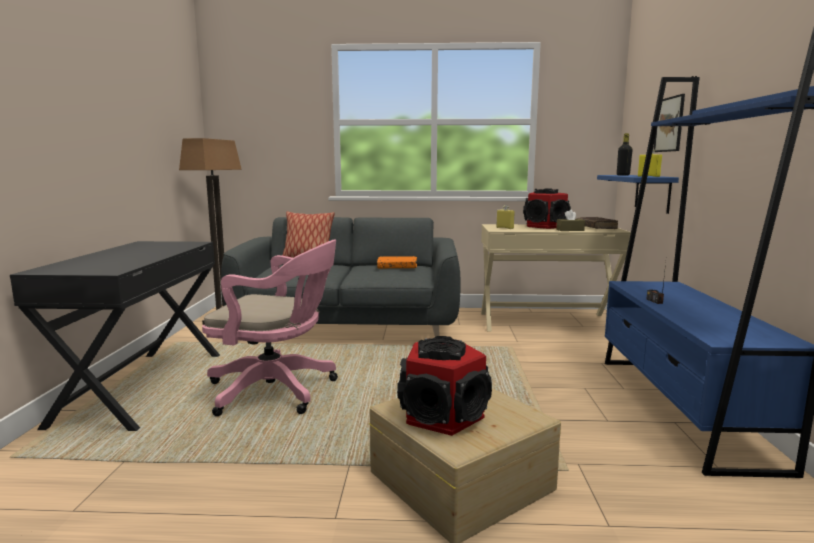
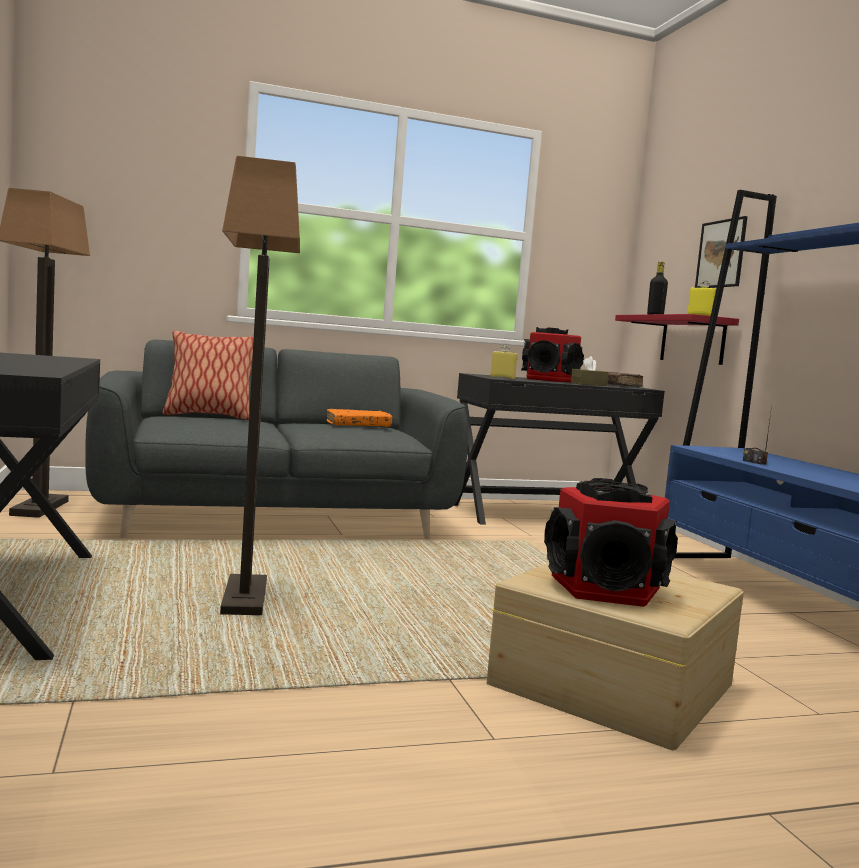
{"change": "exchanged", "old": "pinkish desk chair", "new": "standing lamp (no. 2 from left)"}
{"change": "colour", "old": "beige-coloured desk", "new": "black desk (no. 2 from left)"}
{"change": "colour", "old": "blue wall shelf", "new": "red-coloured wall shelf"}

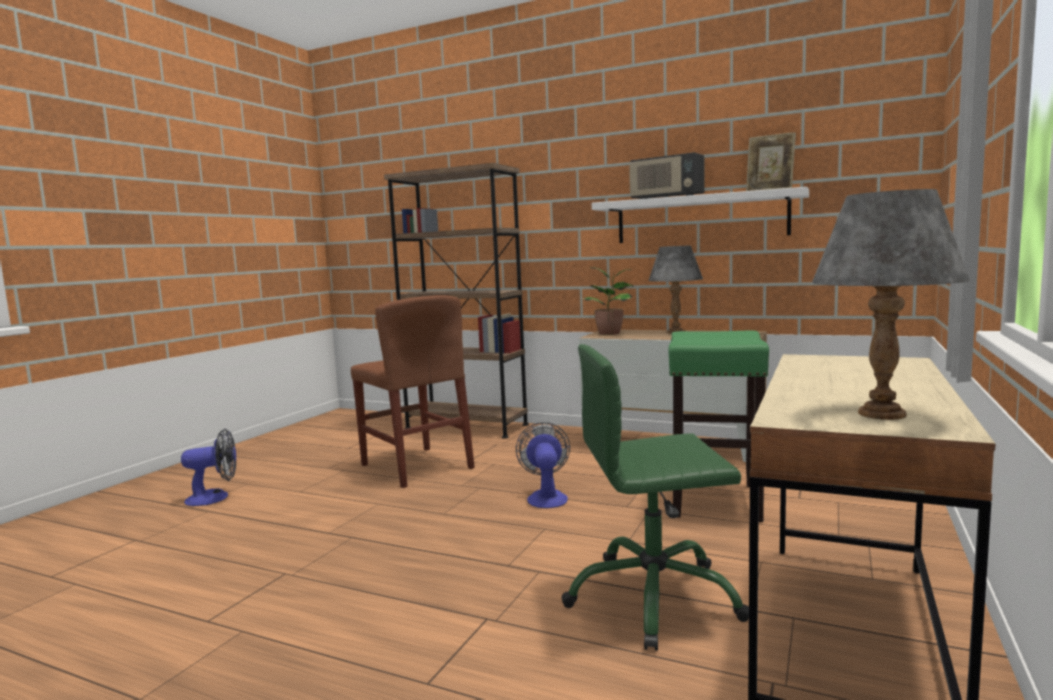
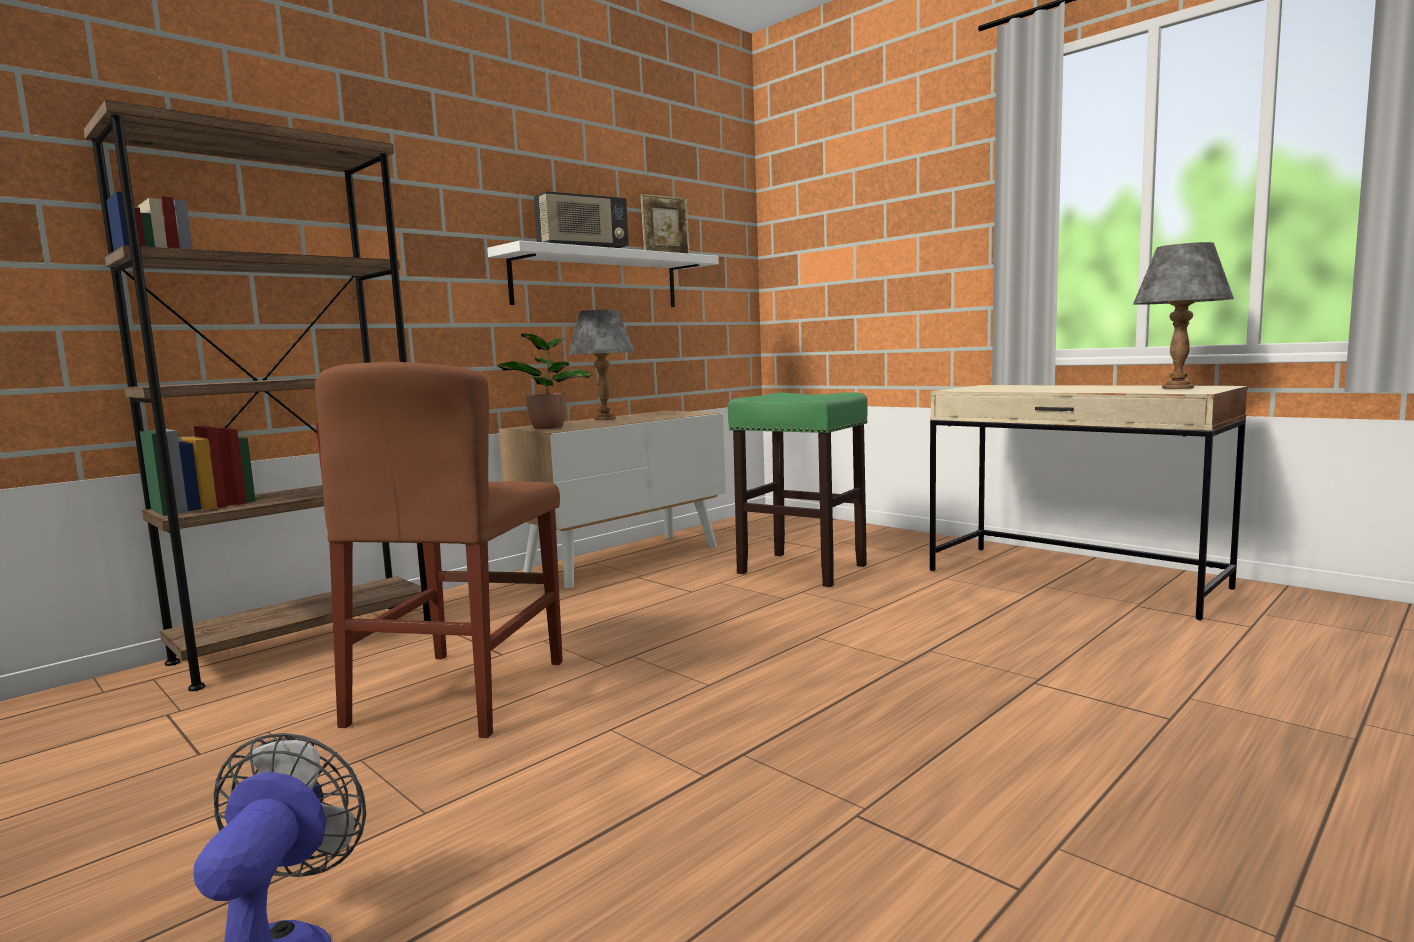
{"change": "spun", "old": "brown chair", "degrees": 120}
{"change": "missing", "old": "cooling fan (no. 2 from left)"}
{"change": "missing", "old": "green desk chair"}

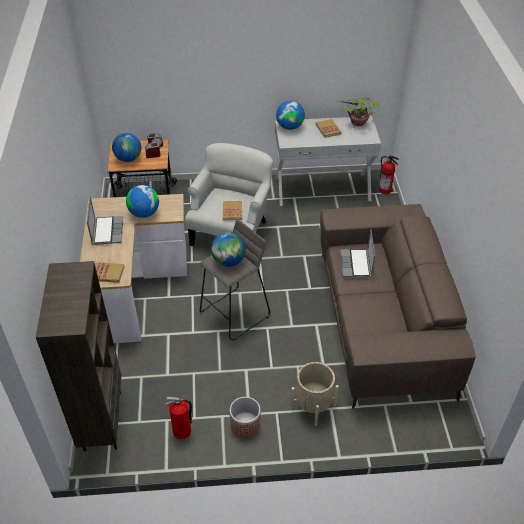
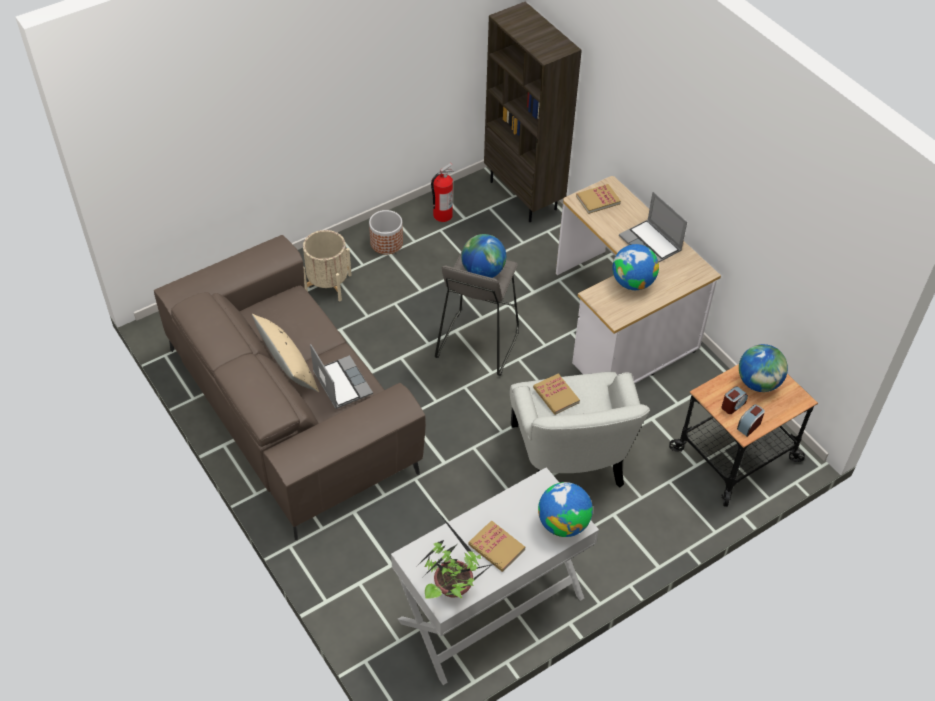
{"change": "missing", "old": "extinguisher (no. 2 from left)"}
{"change": "appeared", "new": "beige-coloured throw pillow"}

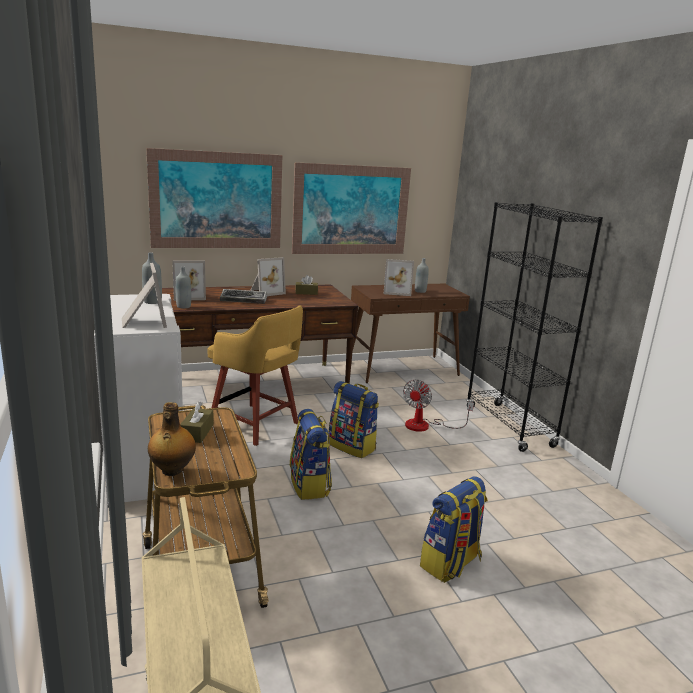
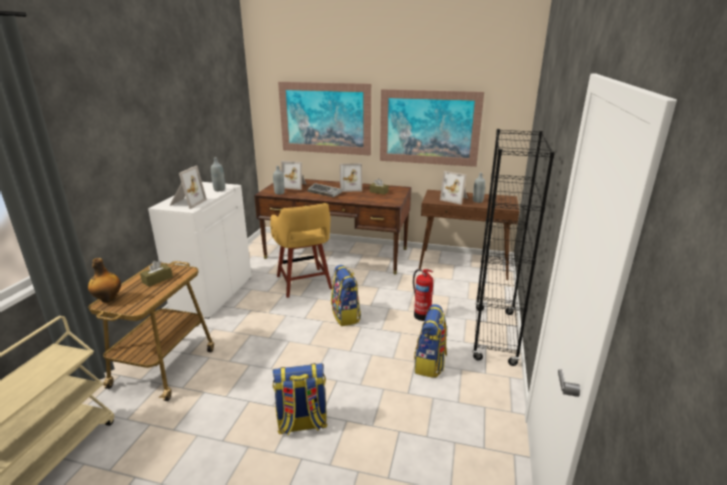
{"change": "relocated", "old": "rucksack (no. 1 from left in the first image)", "new": "rucksack (no. 3 from left)"}
{"change": "exchanged", "old": "cooling fan", "new": "extinguisher"}

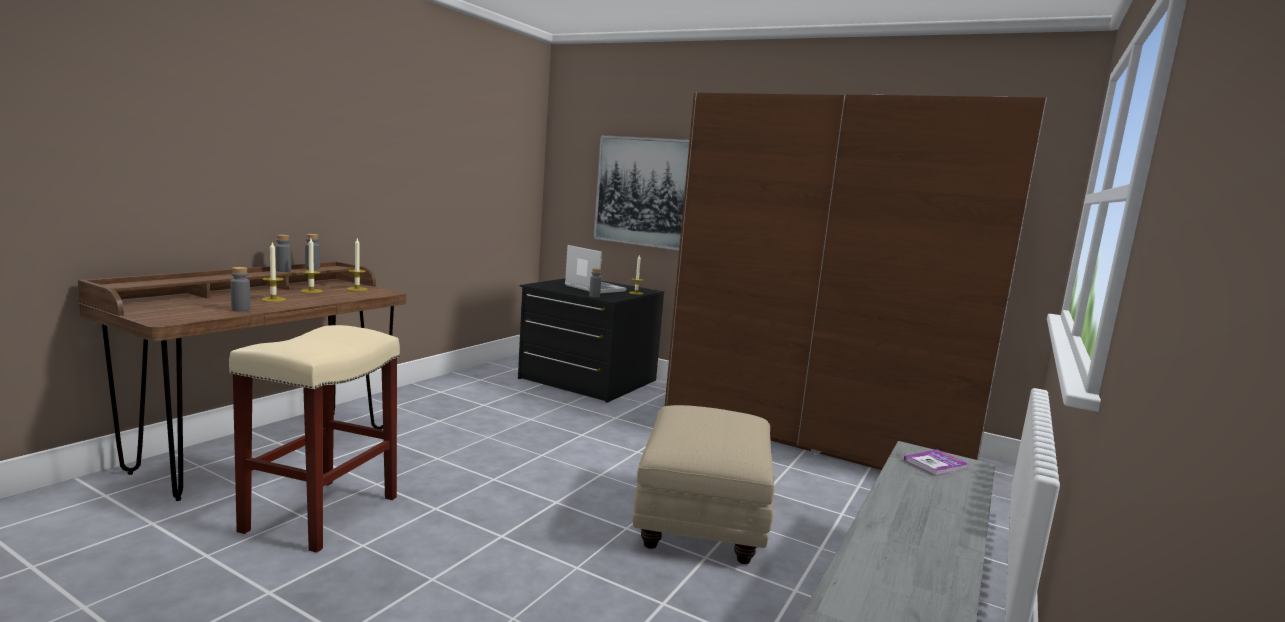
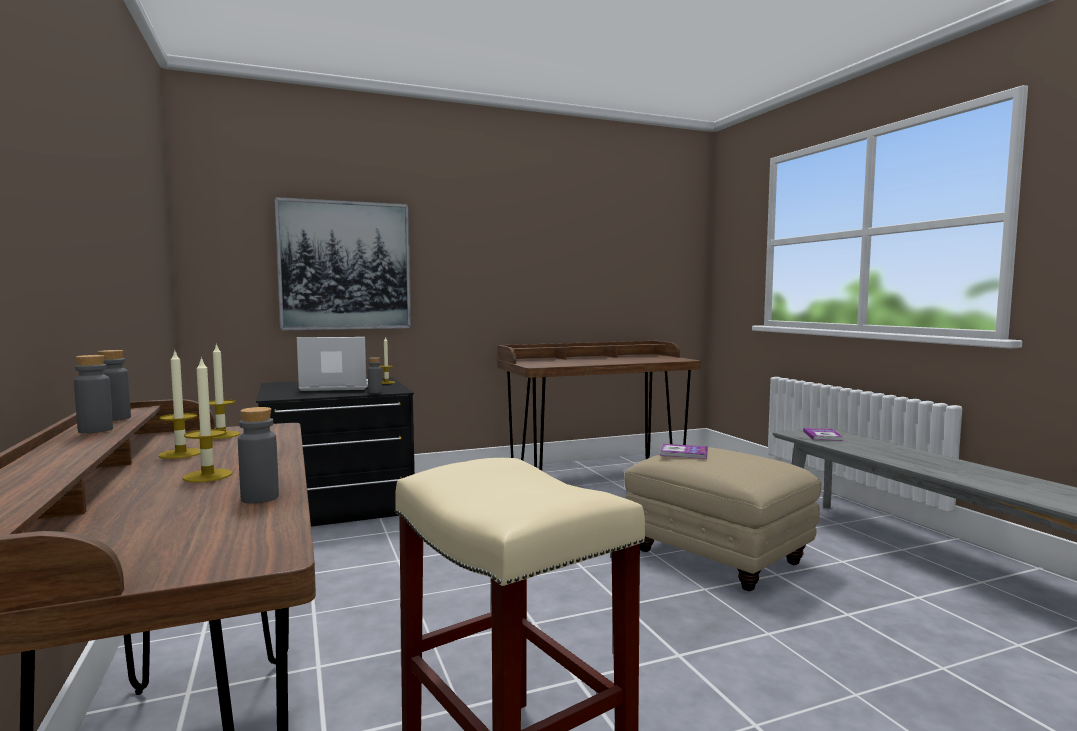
{"change": "exchanged", "old": "brown armoire", "new": "brown desk (no. 2 from left)"}
{"change": "appeared", "new": "book (no. 1 from left)"}

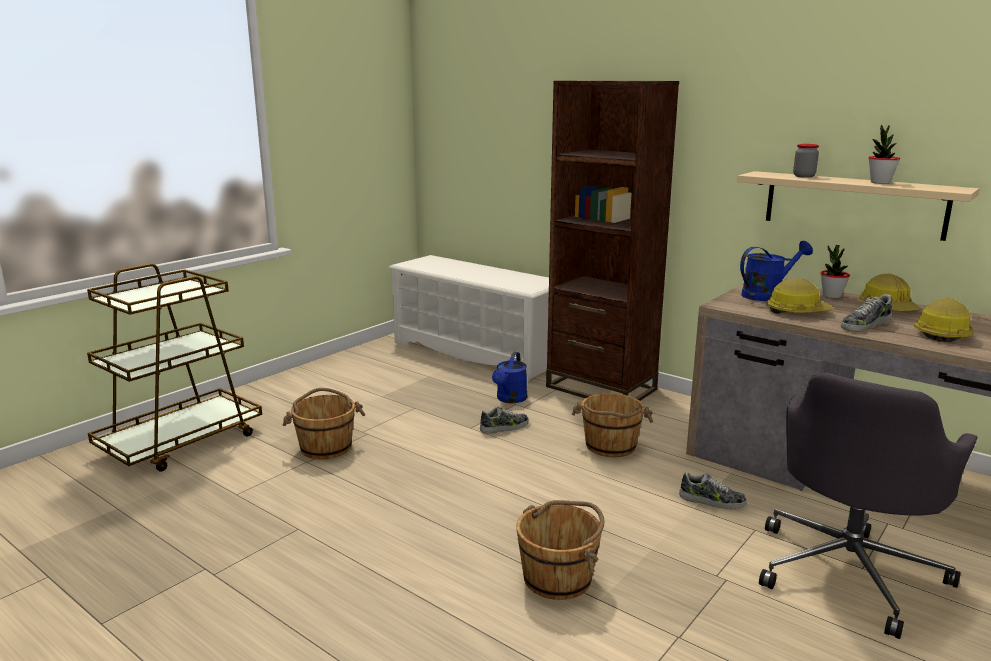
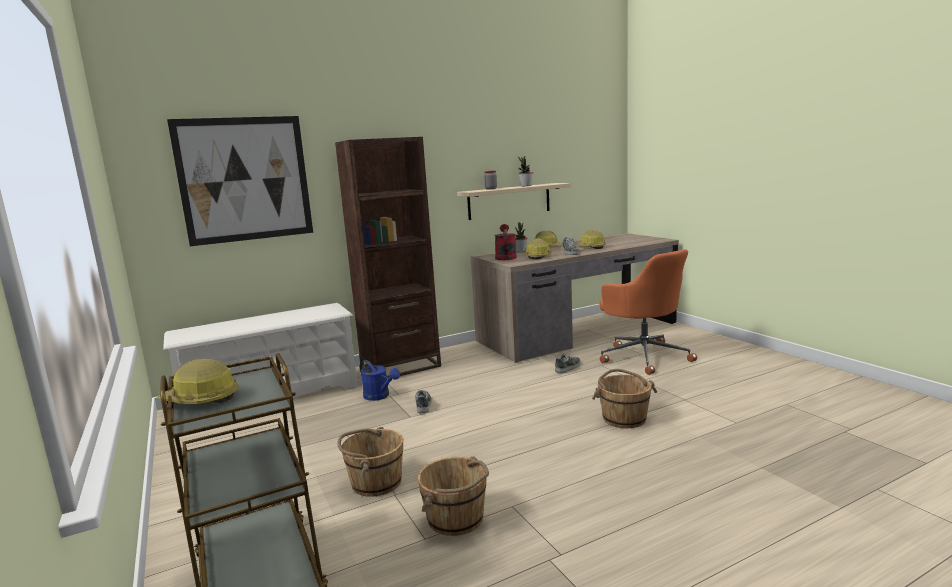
{"change": "relocated", "old": "brown pail (no. 3 from left in the first image)", "new": "brown pail (no. 2 from left)"}
{"change": "colour", "old": "blue watering pot (no. 2 from left)", "new": "red-coloured watering pot"}
{"change": "colour", "old": "greyish desk chair", "new": "orange desk chair"}
{"change": "appeared", "new": "safety helmet (no. 1 from left)"}
{"change": "appeared", "new": "picture"}

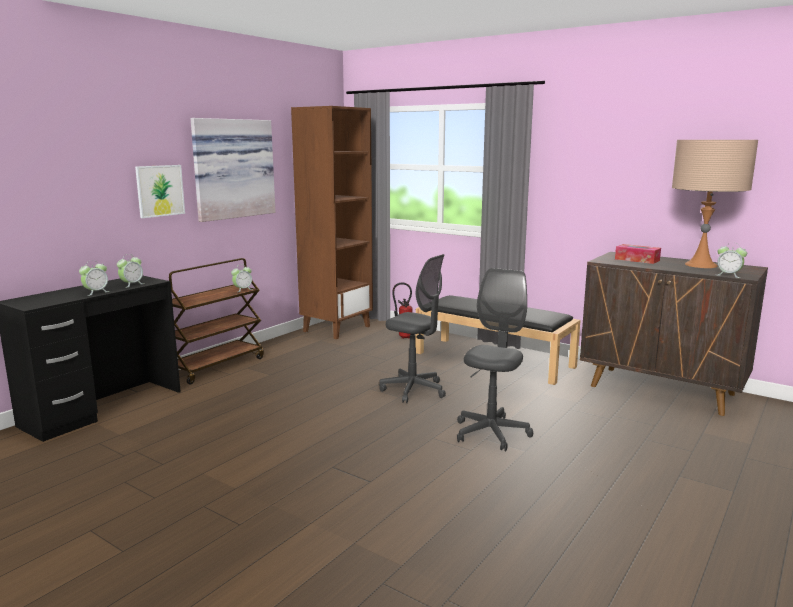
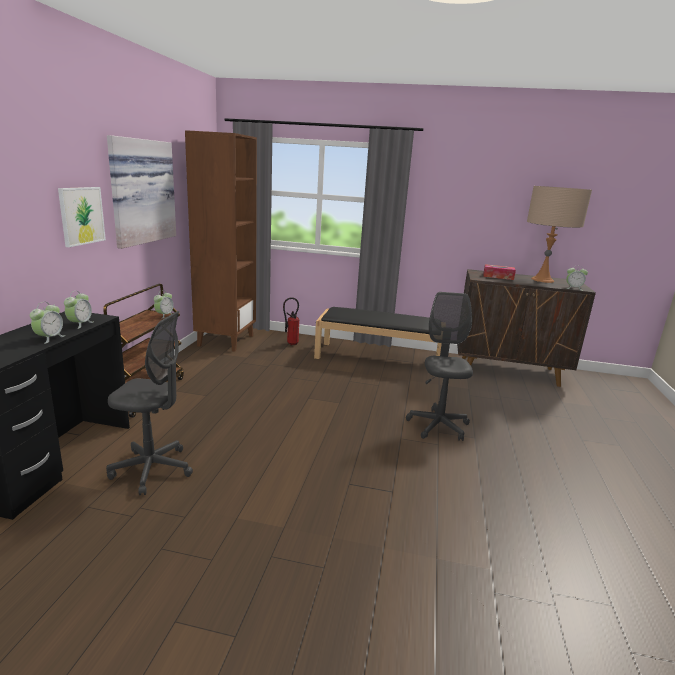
{"change": "relocated", "old": "greyish desk chair (no. 1 from left)"}

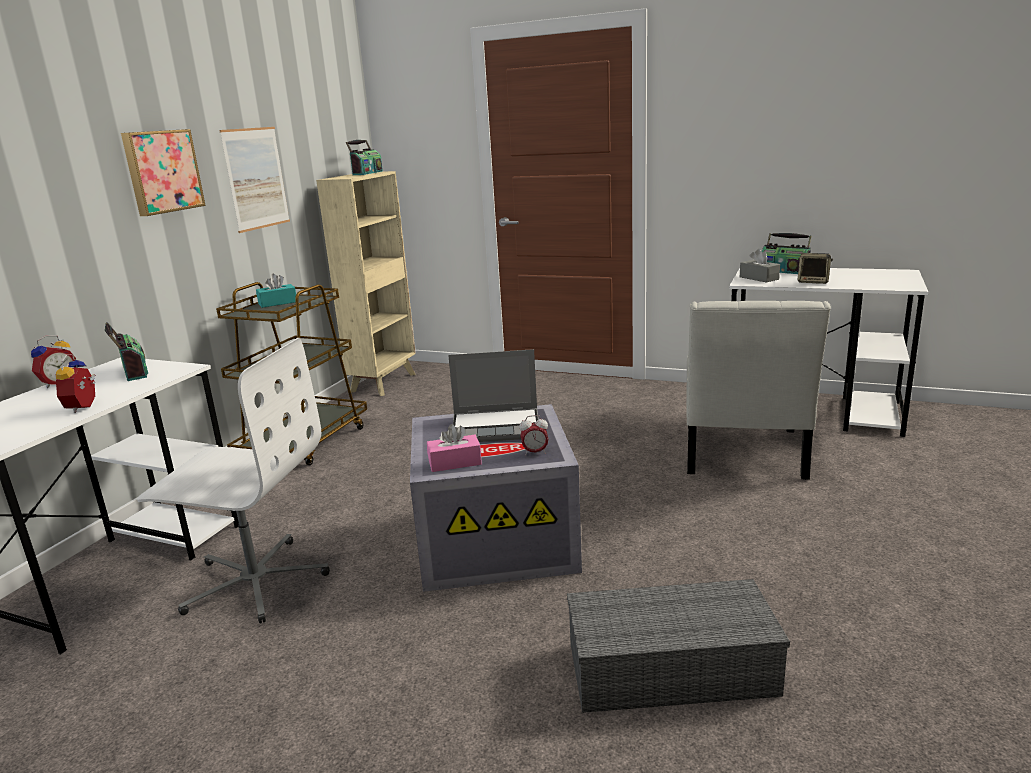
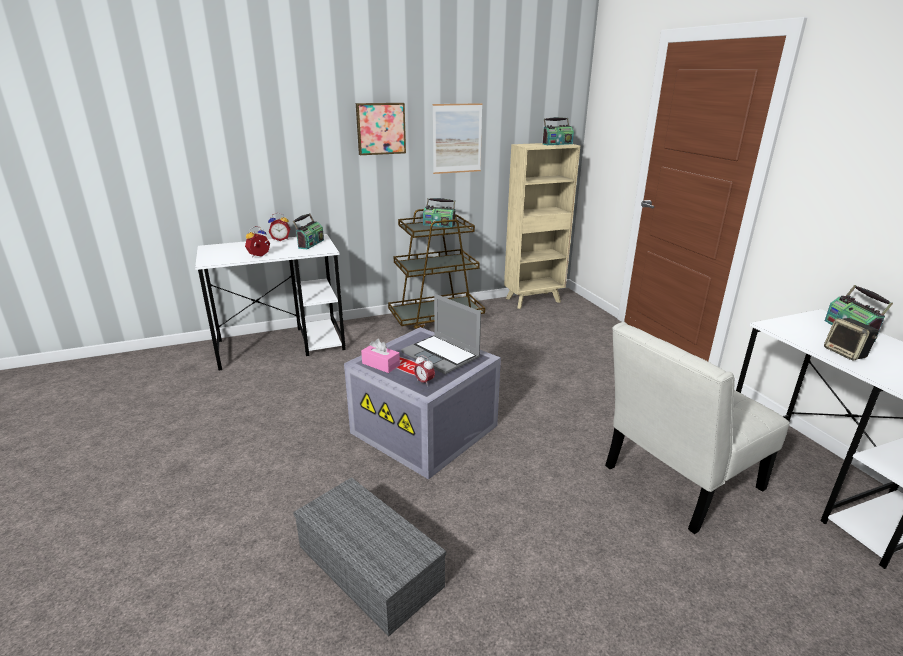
{"change": "missing", "old": "white desk chair"}
{"change": "exchanged", "old": "blue-green tissue box", "new": "radio set (no. 2 from left)"}
{"change": "missing", "old": "greyish tissue box"}

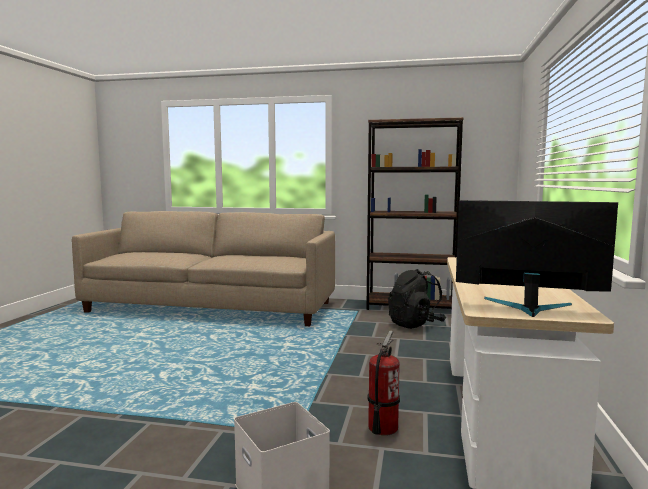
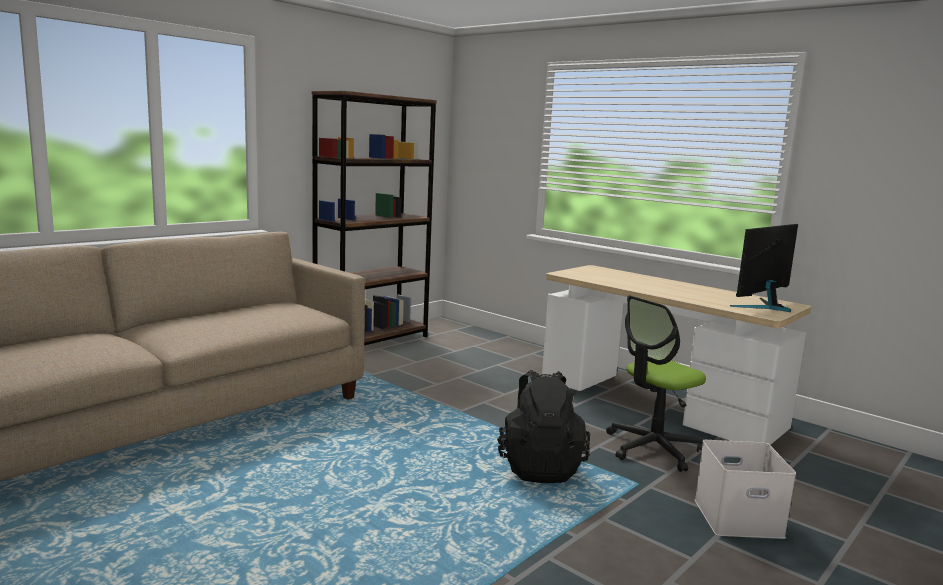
{"change": "exchanged", "old": "extinguisher", "new": "desk chair"}
{"change": "relocated", "old": "black rucksack"}

